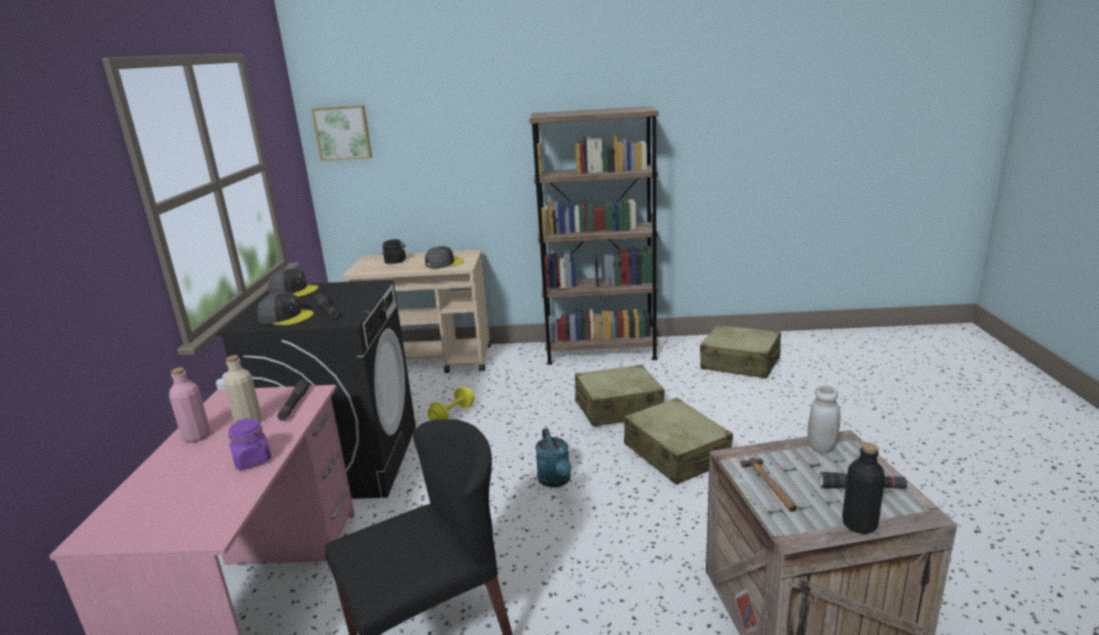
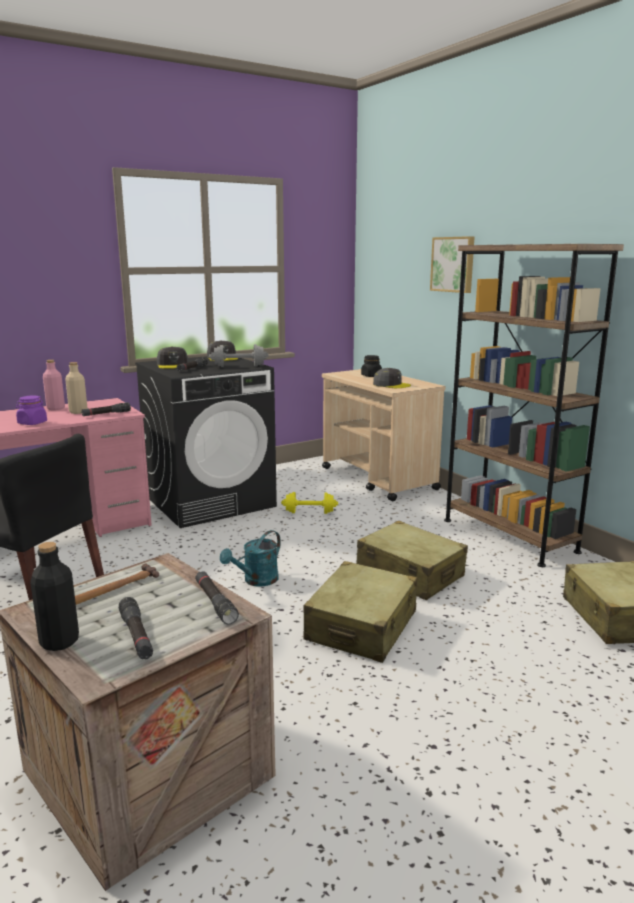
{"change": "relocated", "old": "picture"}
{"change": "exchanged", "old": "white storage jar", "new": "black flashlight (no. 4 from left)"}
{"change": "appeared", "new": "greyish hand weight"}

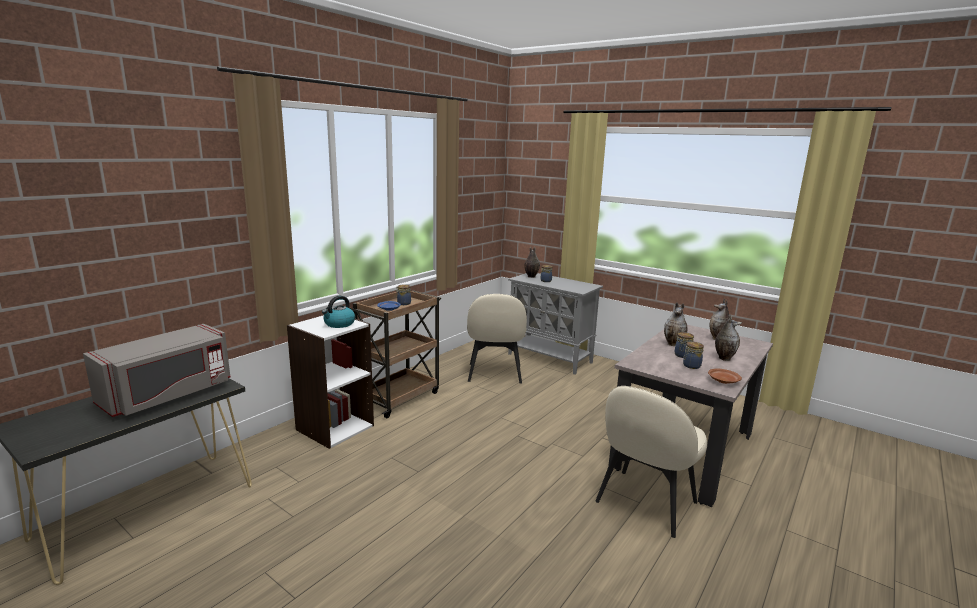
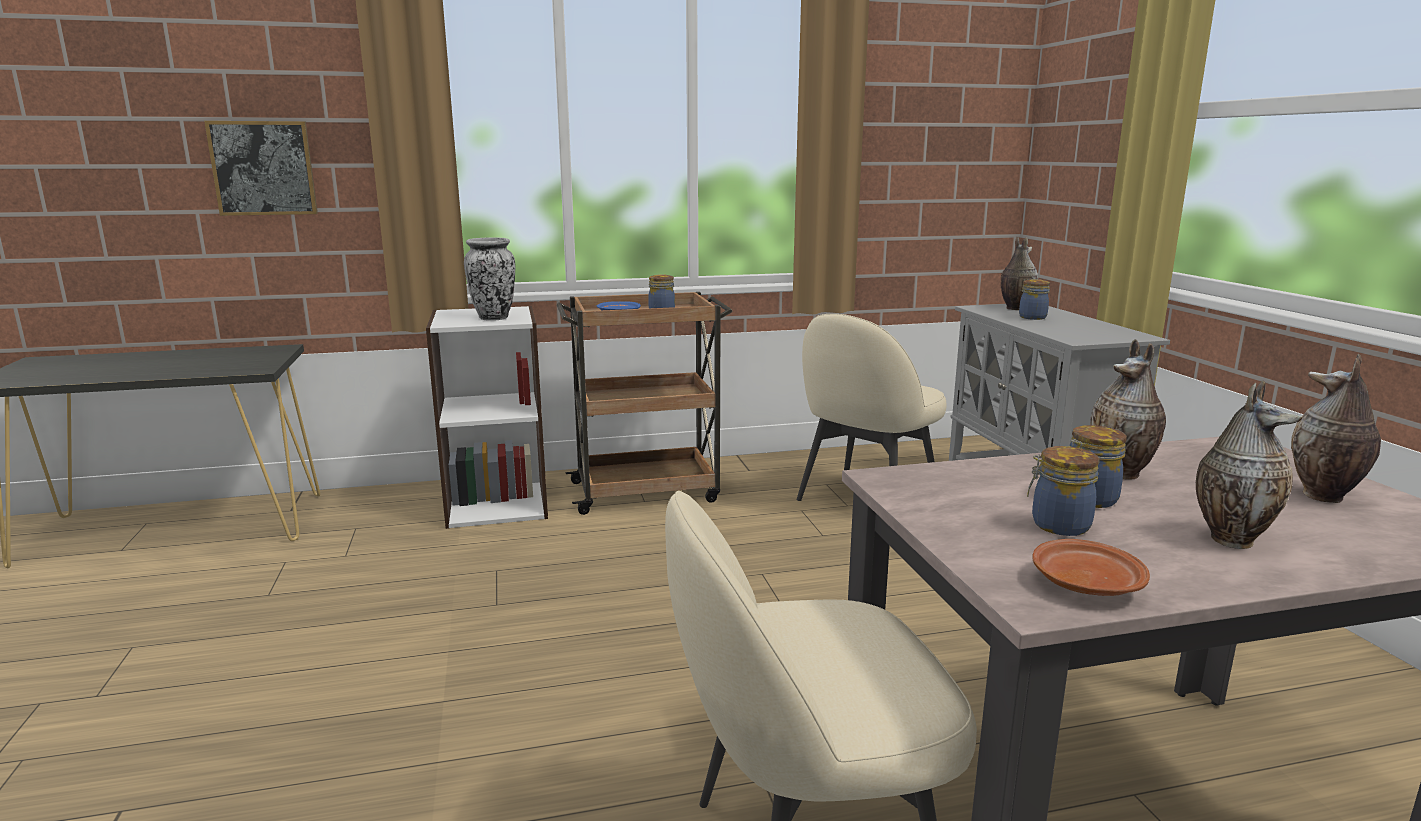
{"change": "missing", "old": "greyish microwave"}
{"change": "exchanged", "old": "kettle", "new": "vase (no. 1 from left)"}
{"change": "appeared", "new": "picture"}

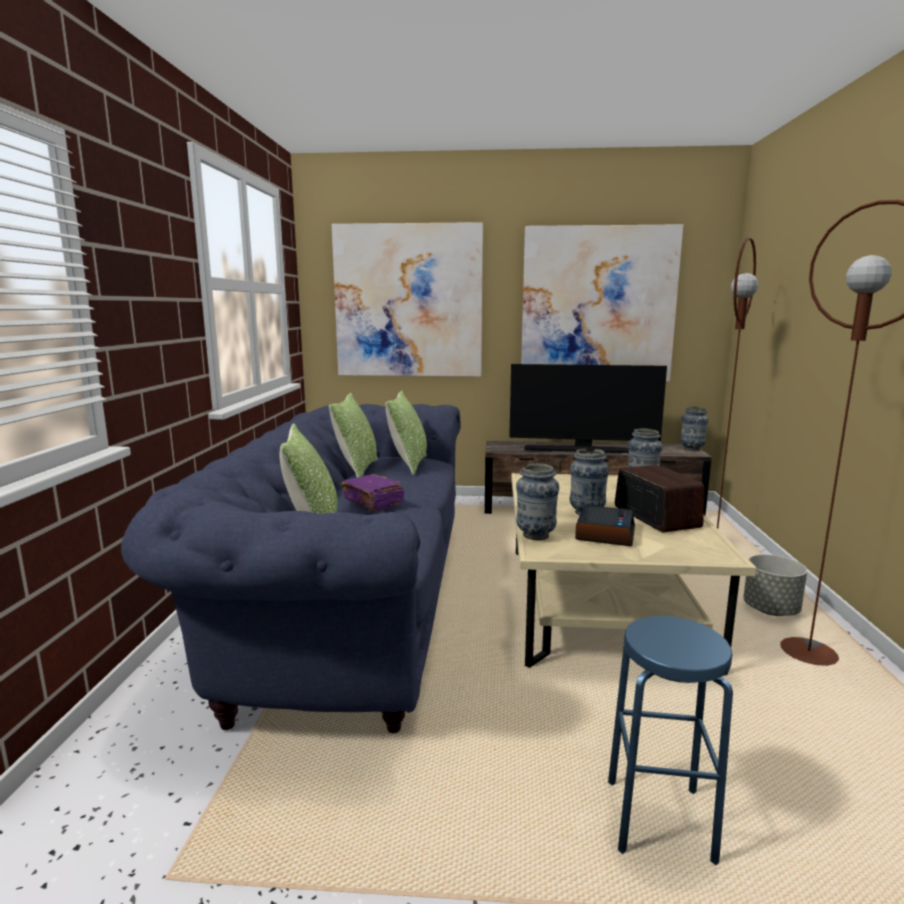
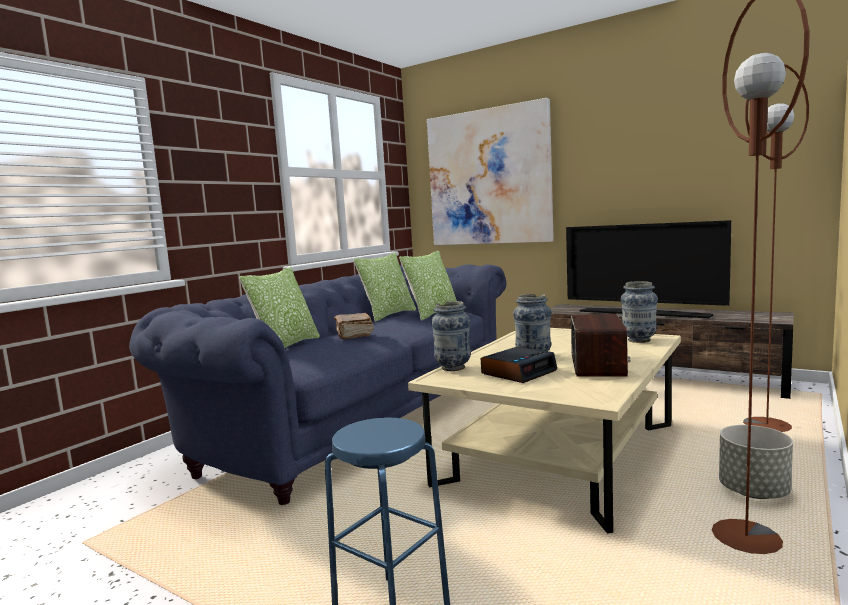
{"change": "colour", "old": "purple book", "new": "brown book"}
{"change": "missing", "old": "picture (no. 2 from left)"}
{"change": "missing", "old": "vase (no. 4 from left)"}

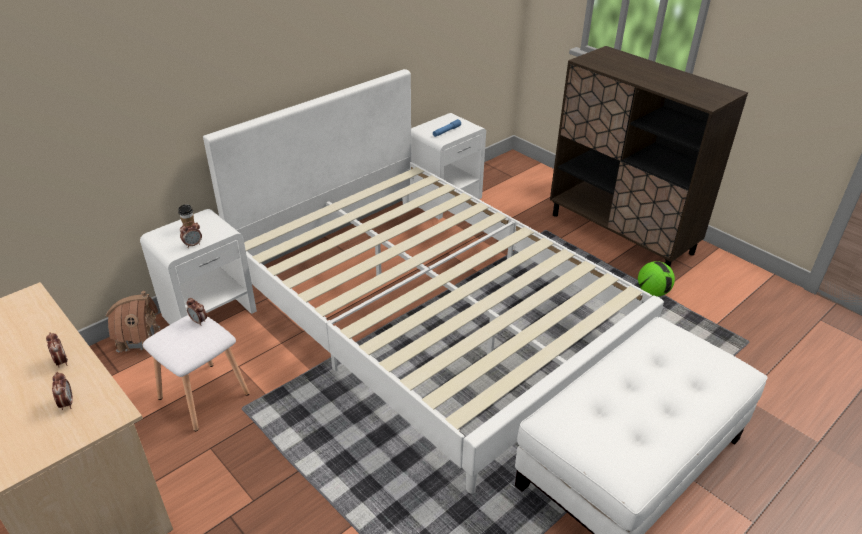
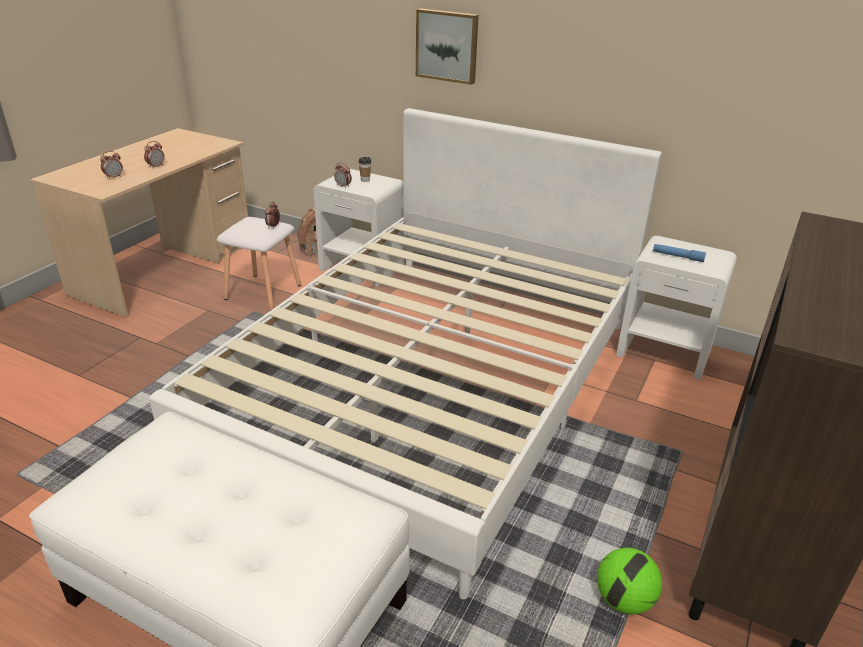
{"change": "appeared", "new": "picture"}

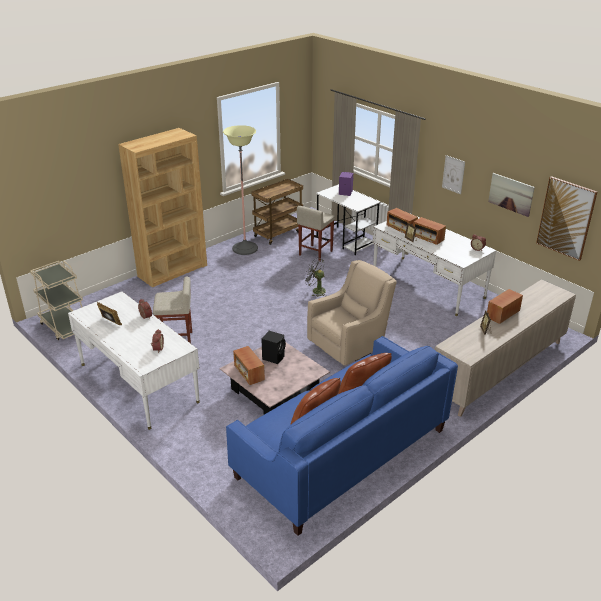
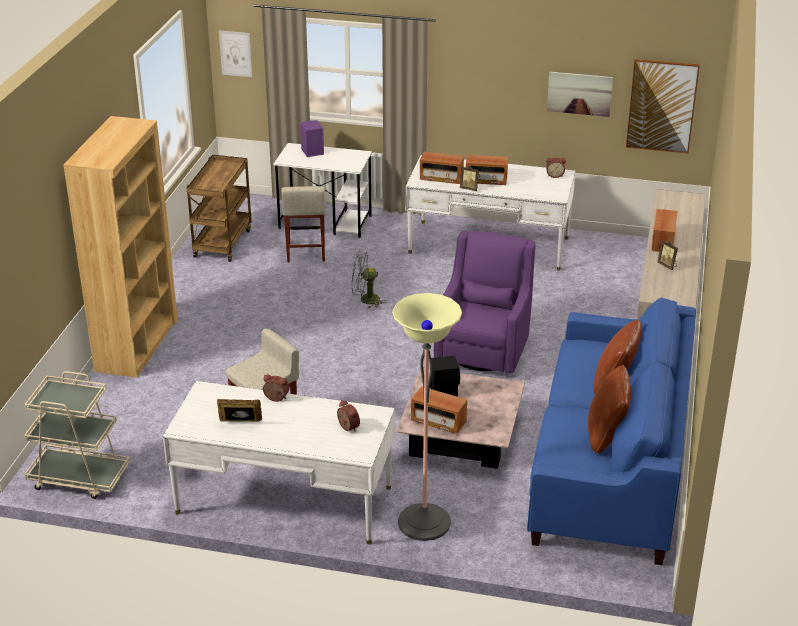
{"change": "relocated", "old": "standing lamp"}
{"change": "colour", "old": "beige-coloured armchair", "new": "purple armchair"}
{"change": "relocated", "old": "picture (no. 1 from left)"}

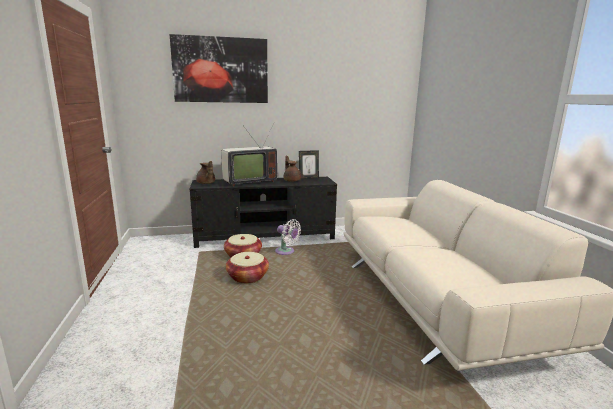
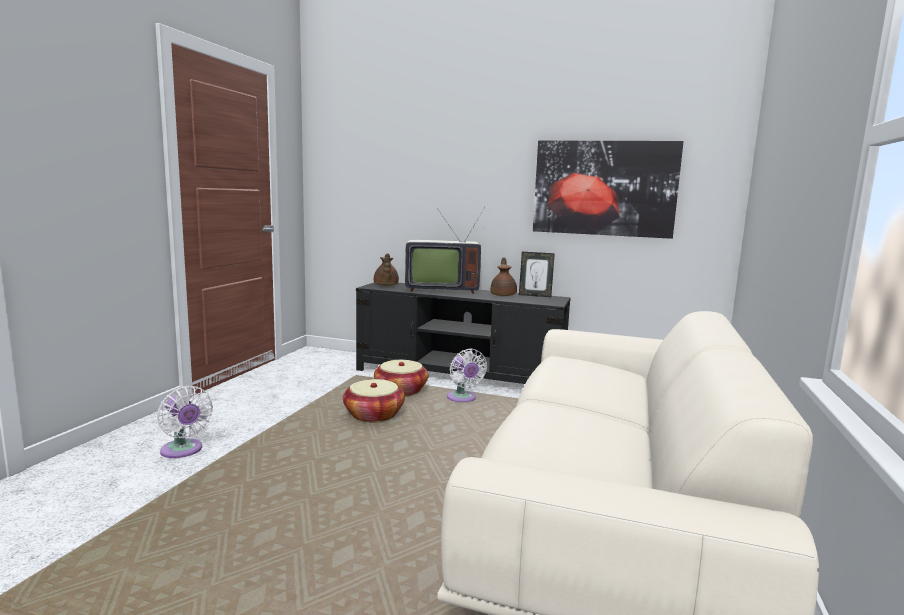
{"change": "relocated", "old": "picture"}
{"change": "appeared", "new": "white cooling fan (no. 1 from left)"}

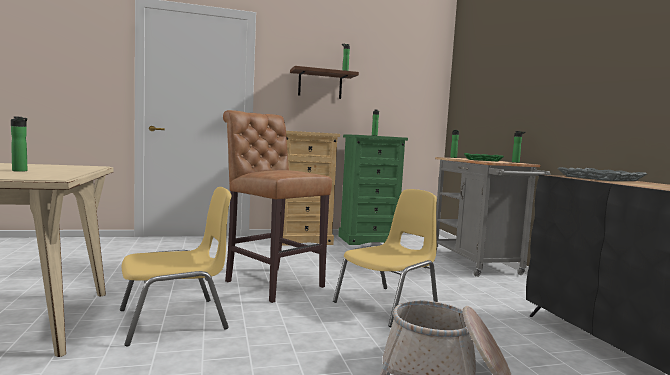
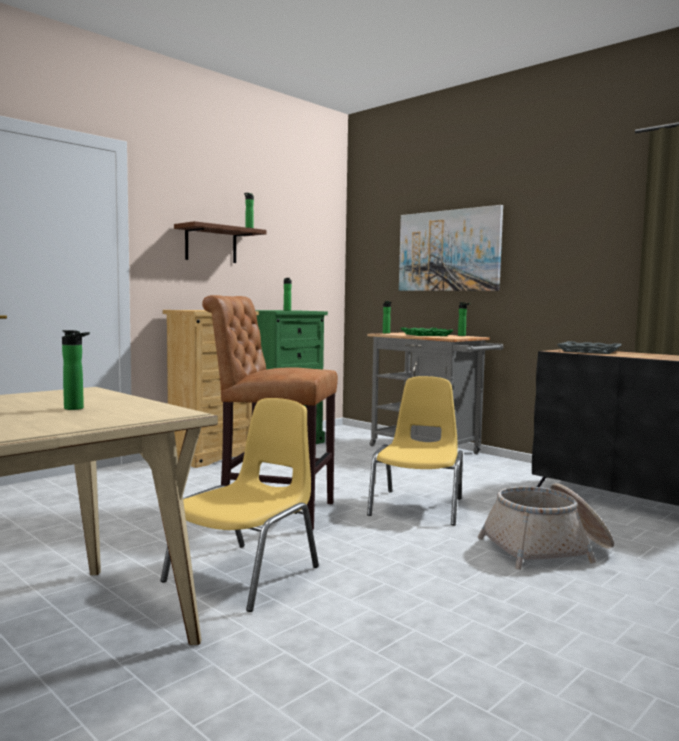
{"change": "appeared", "new": "picture"}

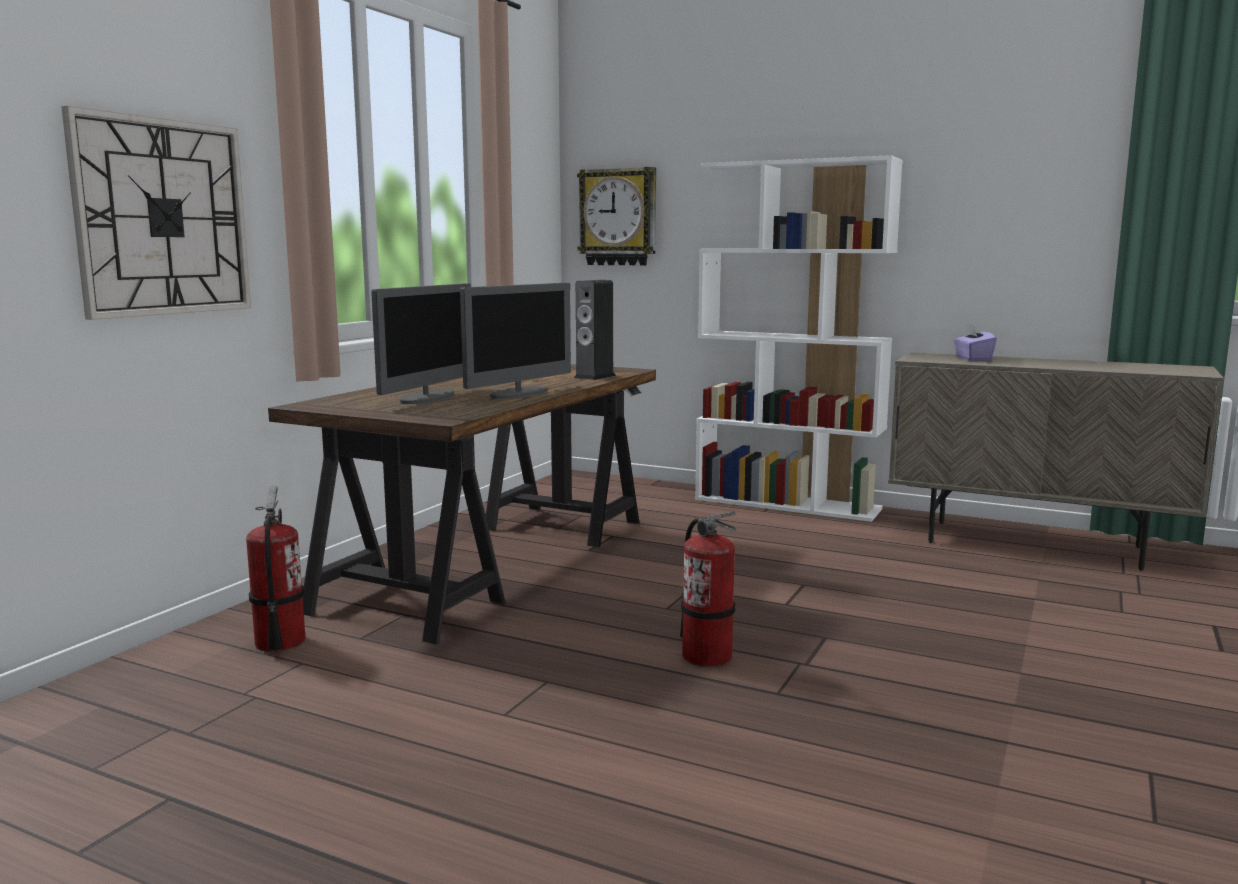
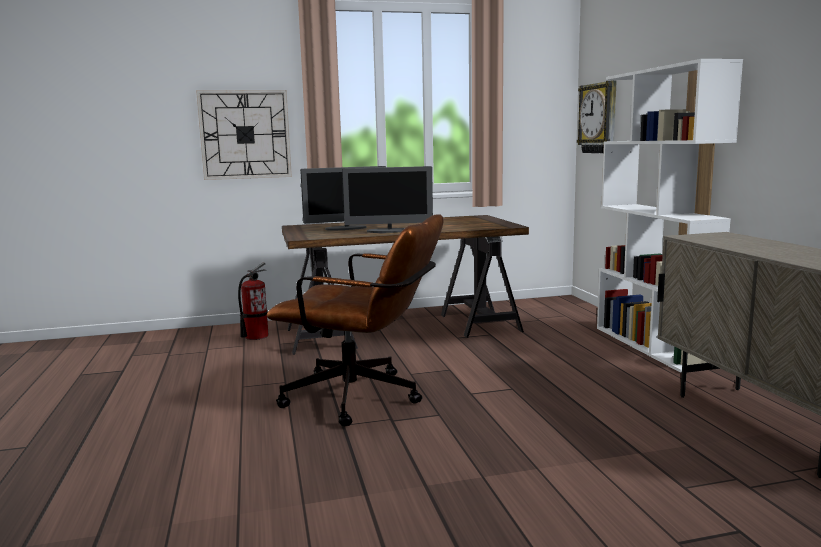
{"change": "missing", "old": "speaker"}
{"change": "exchanged", "old": "extinguisher (no. 2 from left)", "new": "brown desk chair"}
{"change": "missing", "old": "purple tissue box"}

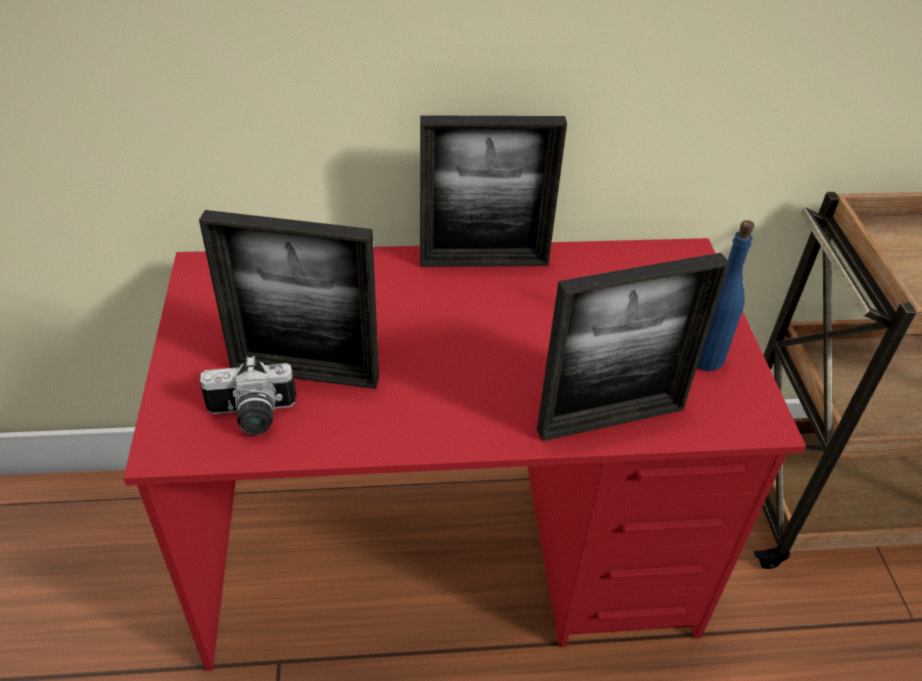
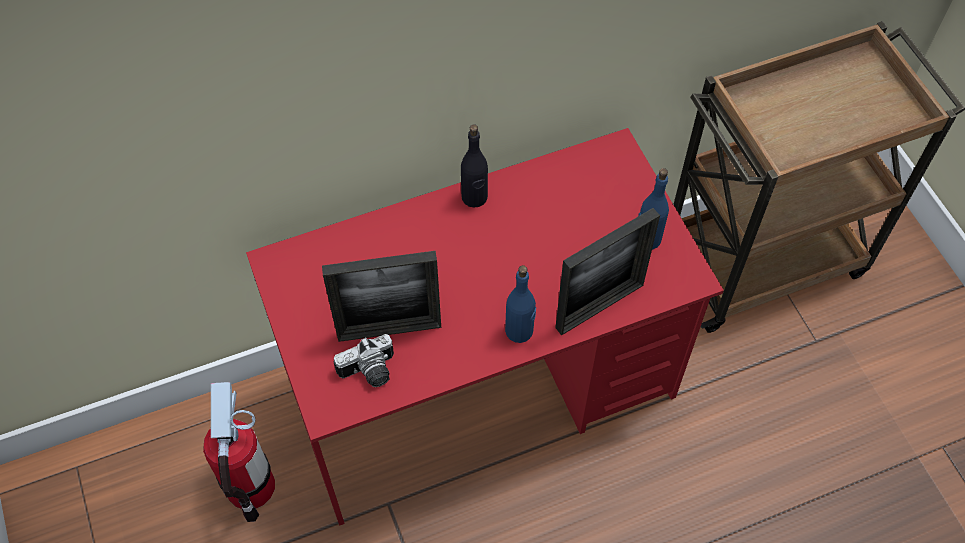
{"change": "exchanged", "old": "photo frame (no. 2 from left)", "new": "black beverage bottle"}
{"change": "appeared", "new": "extinguisher"}
{"change": "appeared", "new": "blue beverage bottle (no. 1 from left)"}

